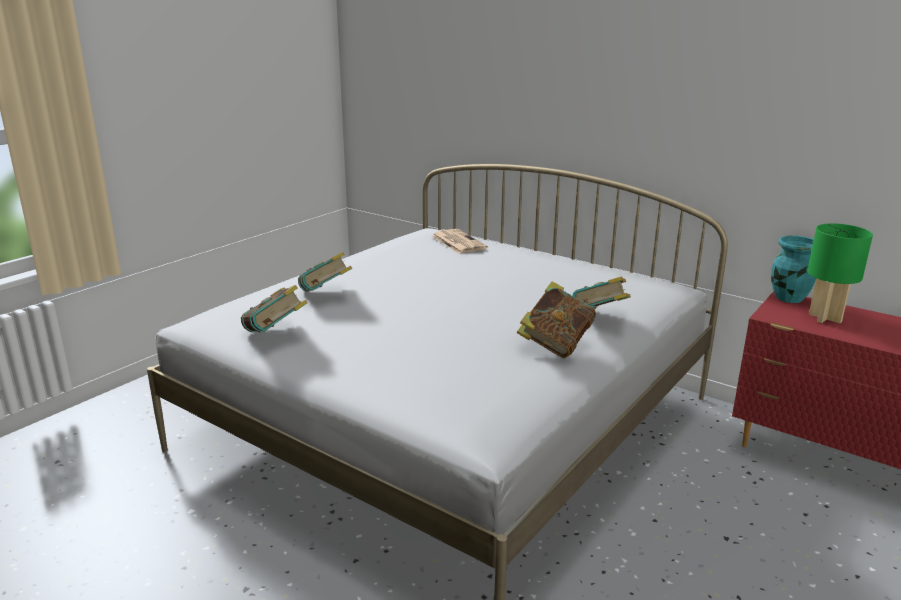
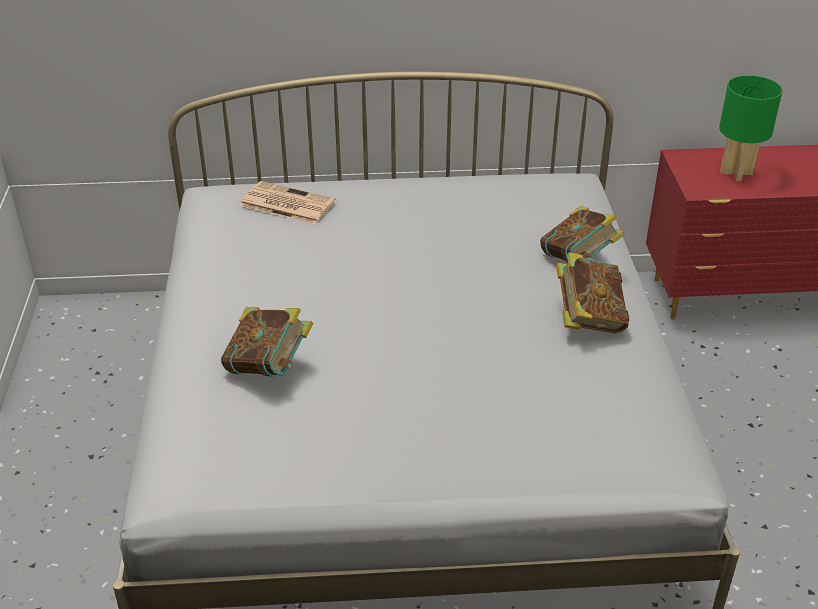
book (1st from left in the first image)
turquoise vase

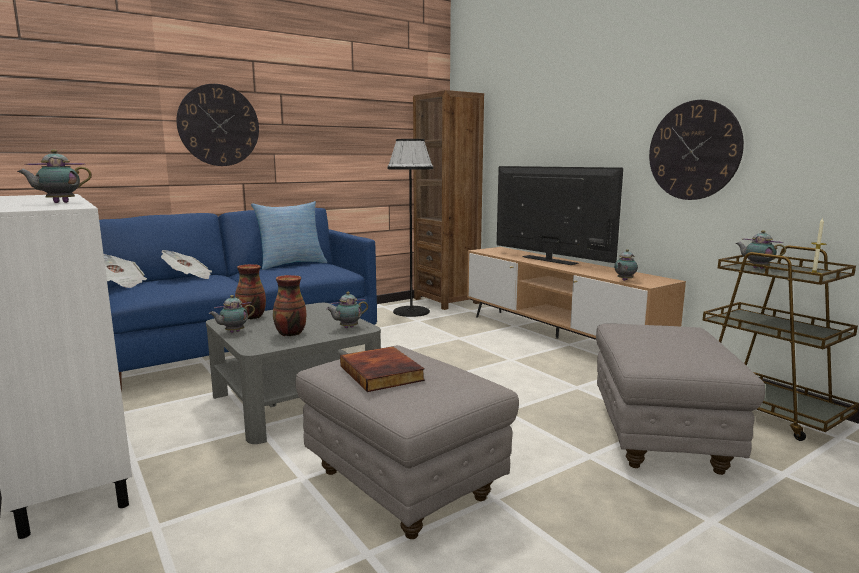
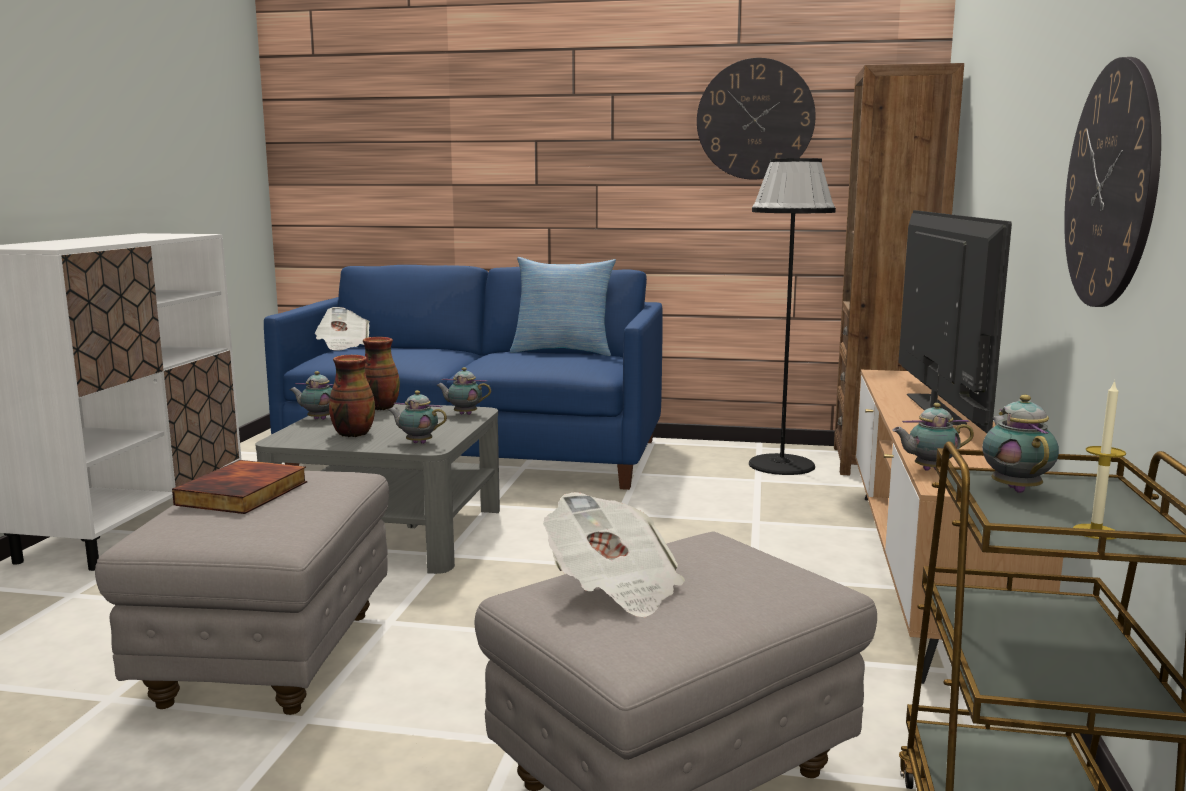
teapot (3rd from left)
newspaper (2nd from left)
wall clock (1st from left)

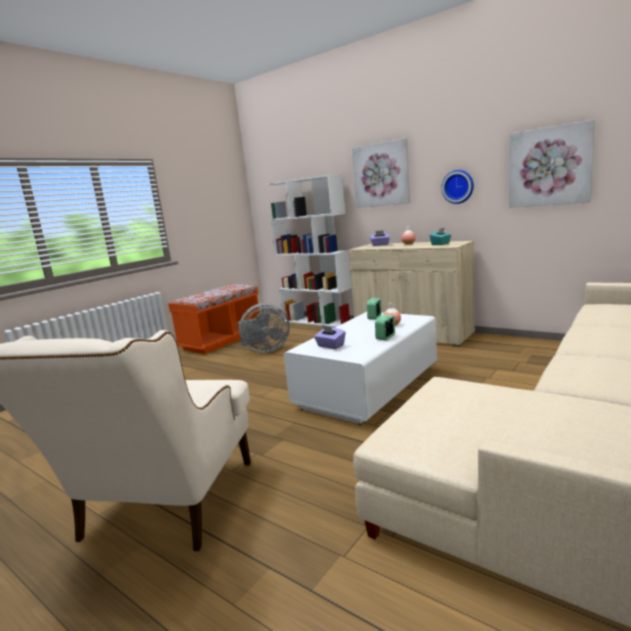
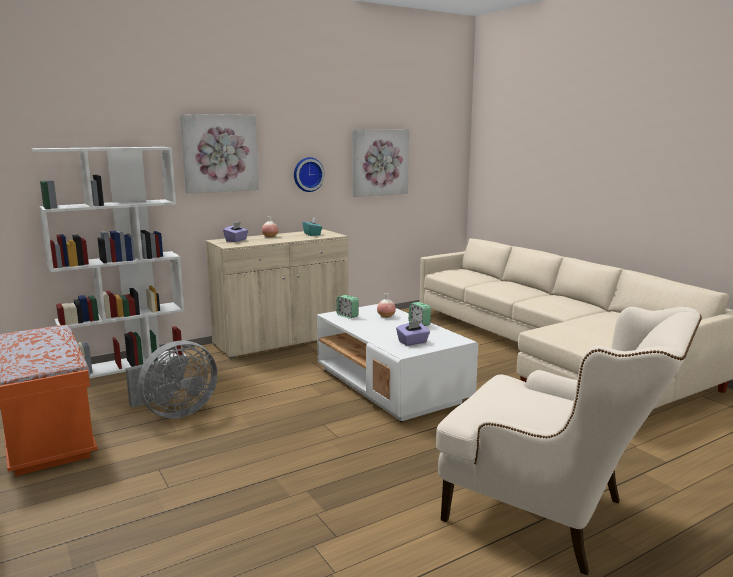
grey fan

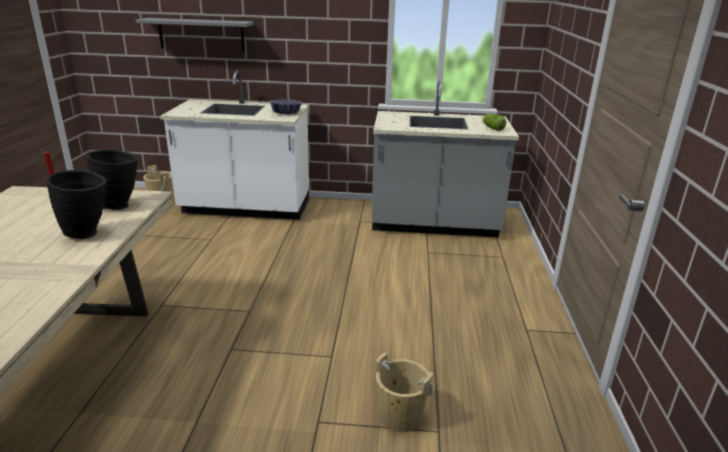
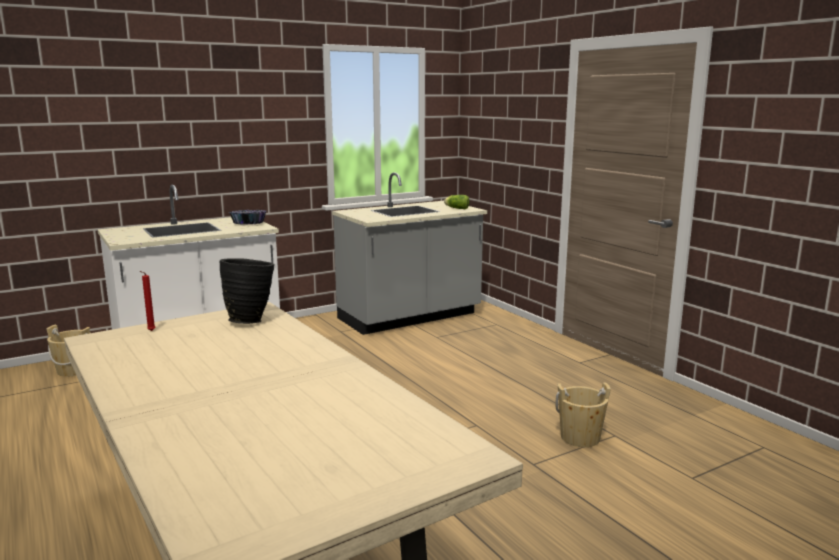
black vase (1st from left in the first image)
grey shelf

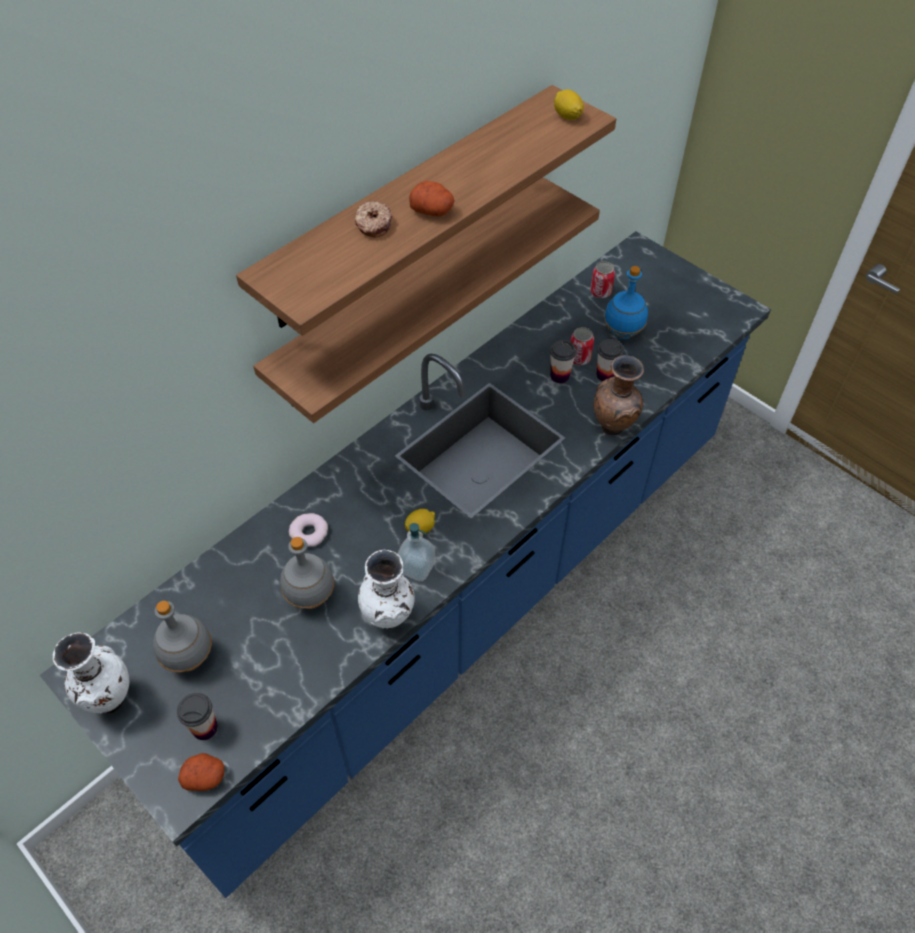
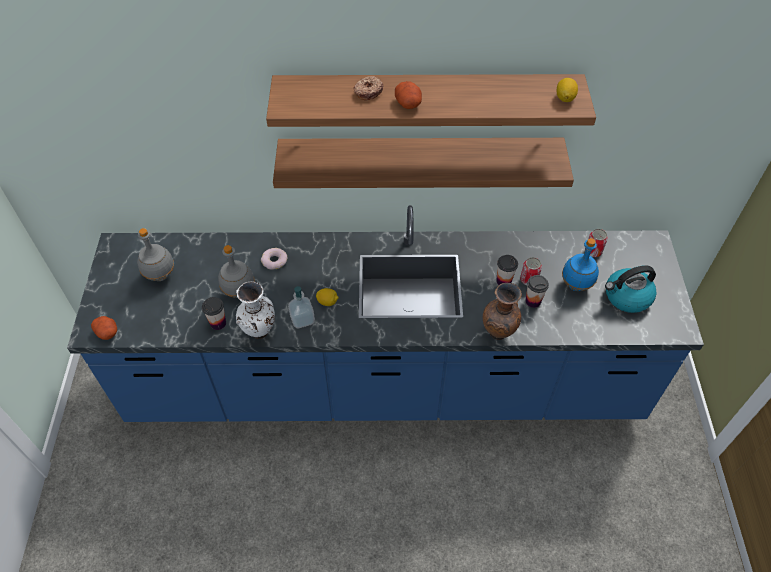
white vase (1st from left in the first image)
cup (1st from left)
kettle

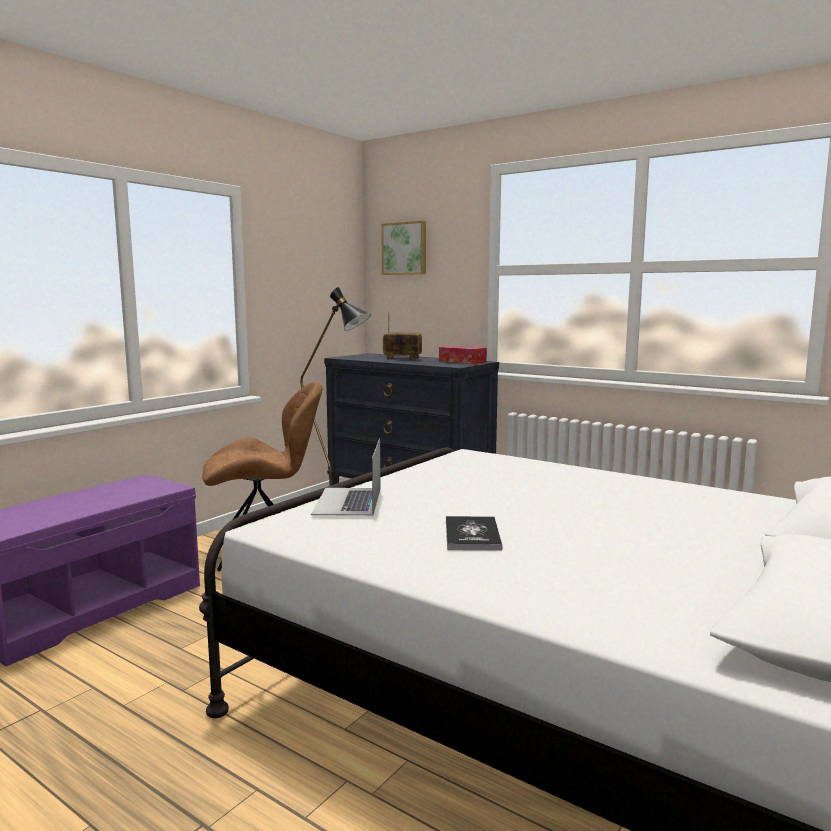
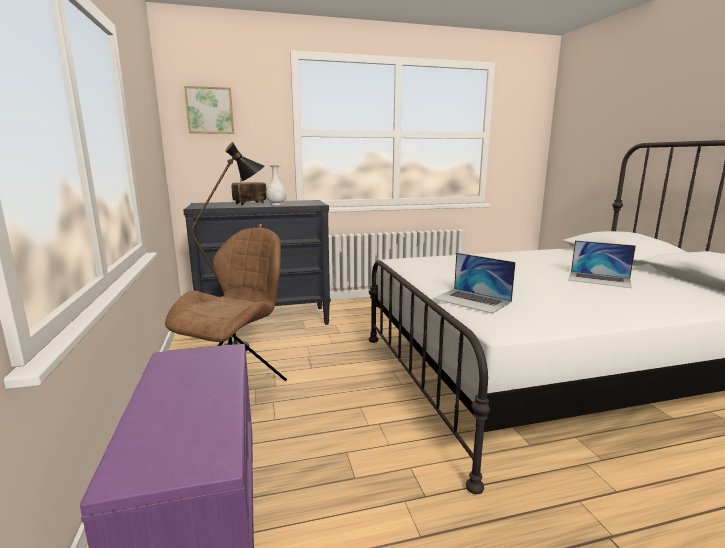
tissue box
book
white vase
laptop (2nd from left)

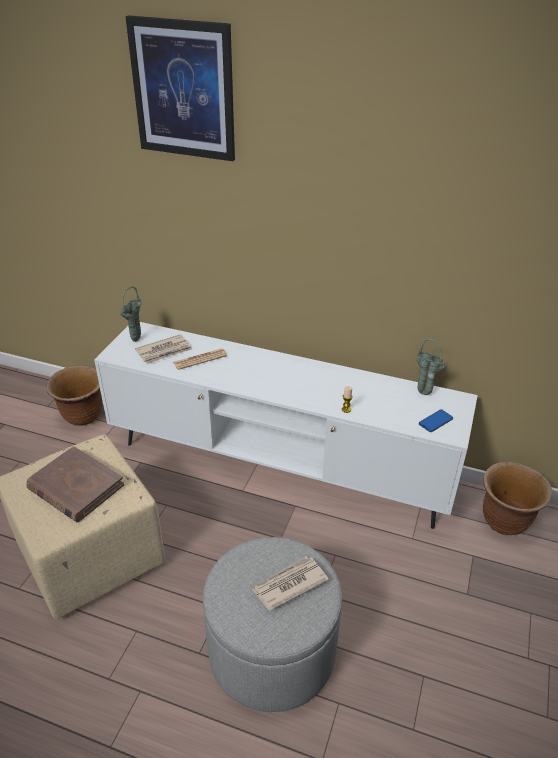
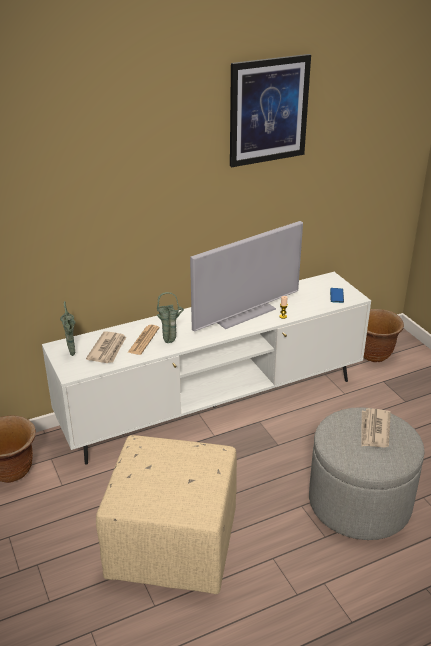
brown book
picture
green vase (2nd from left)
television

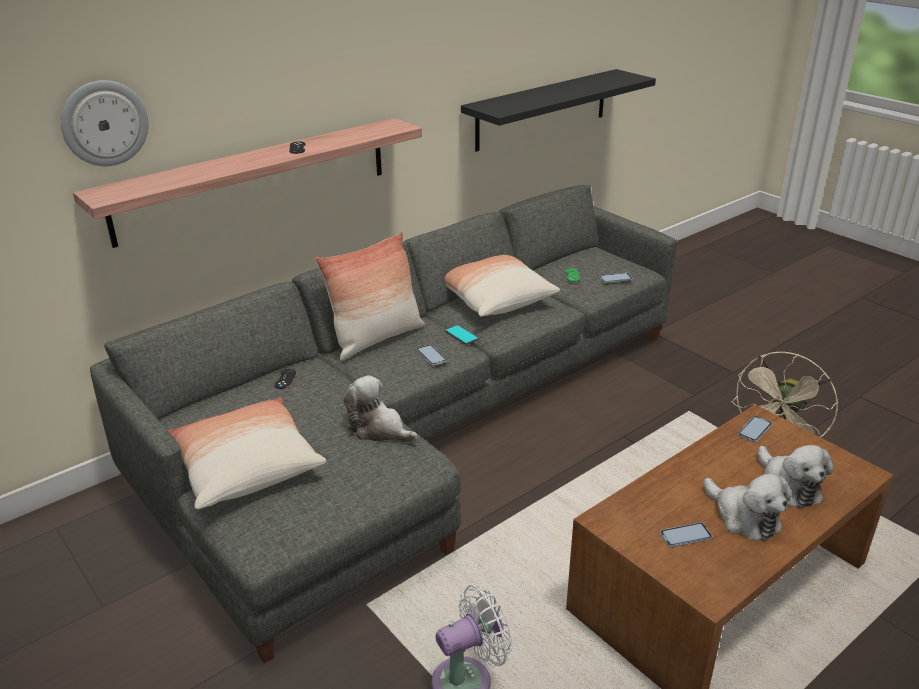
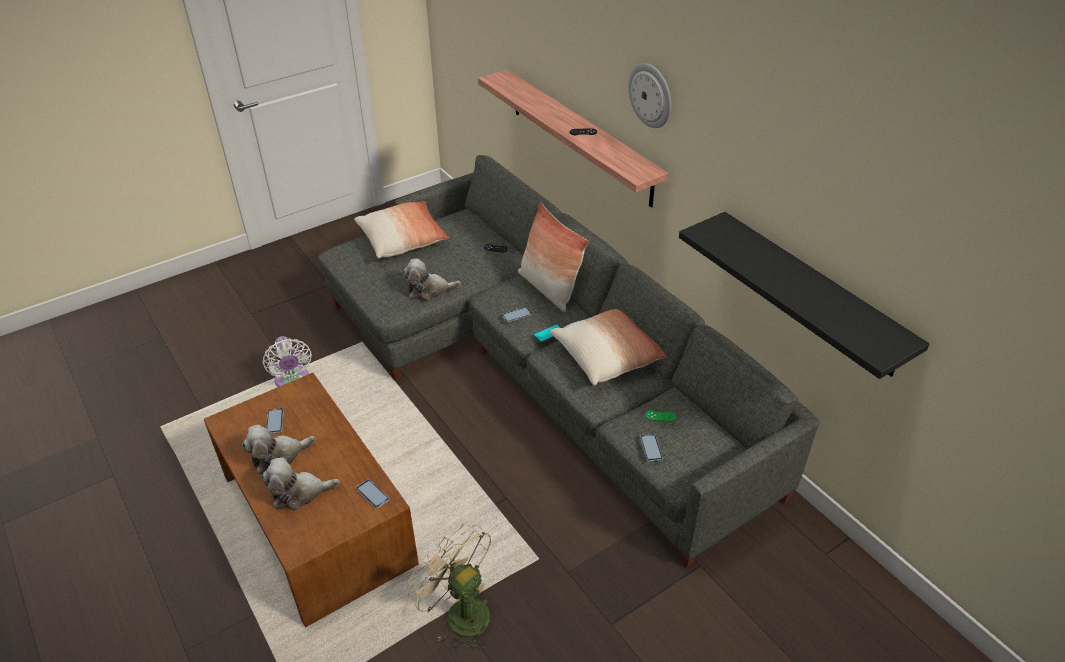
wall clock
plush toy (3rd from left)

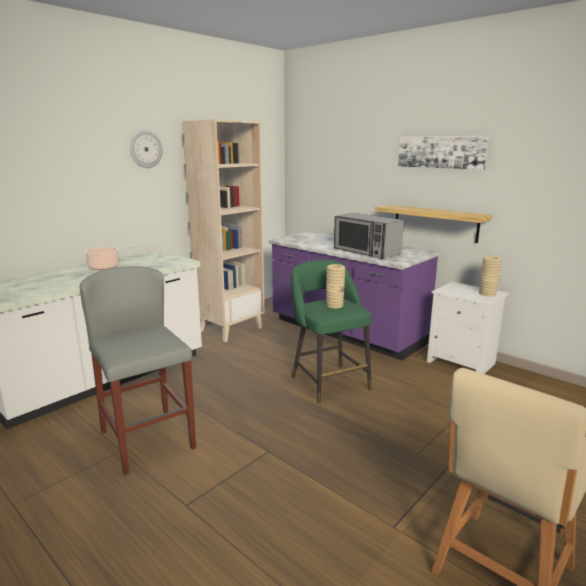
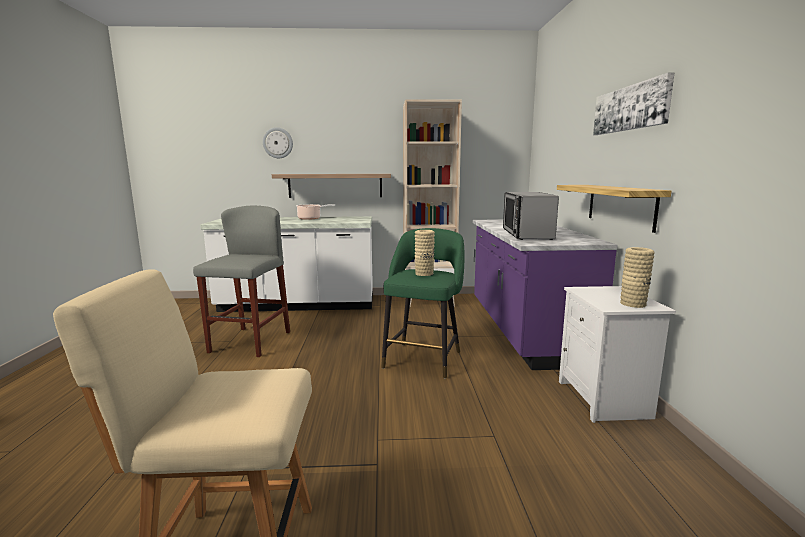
wall clock
shelf (1st from left)

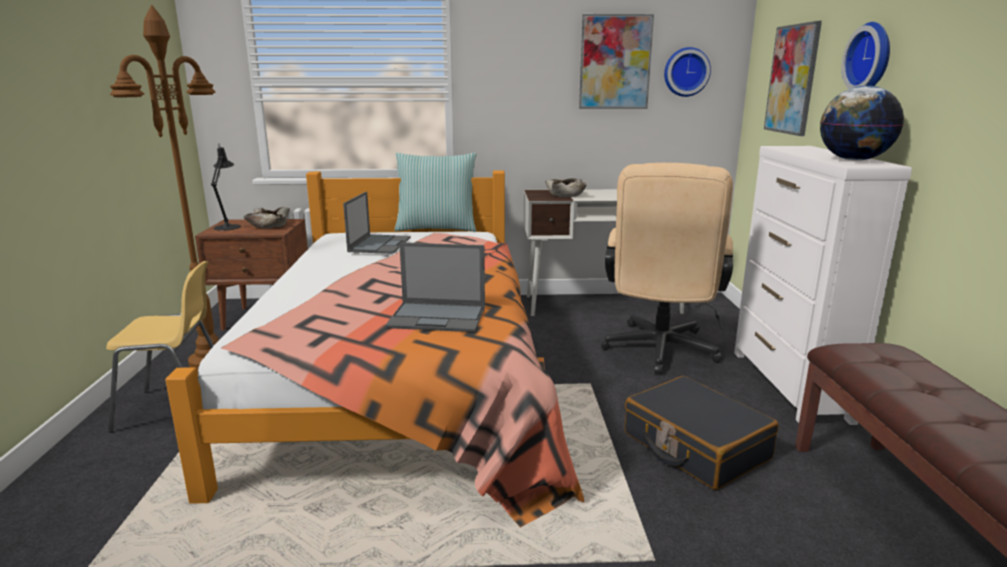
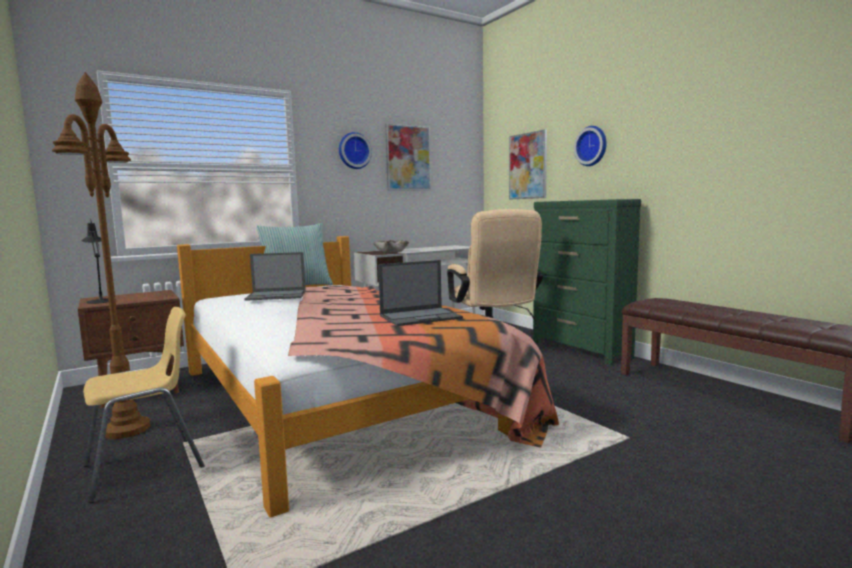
beige bowl (1st from left in the first image)
laptop (1st from left)
black suitcase
wall clock (1st from left)
green dresser
globe

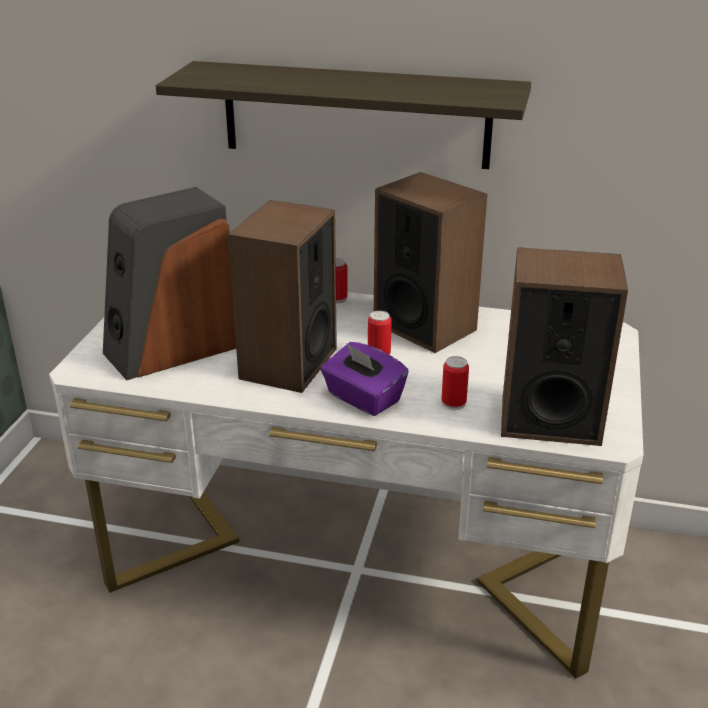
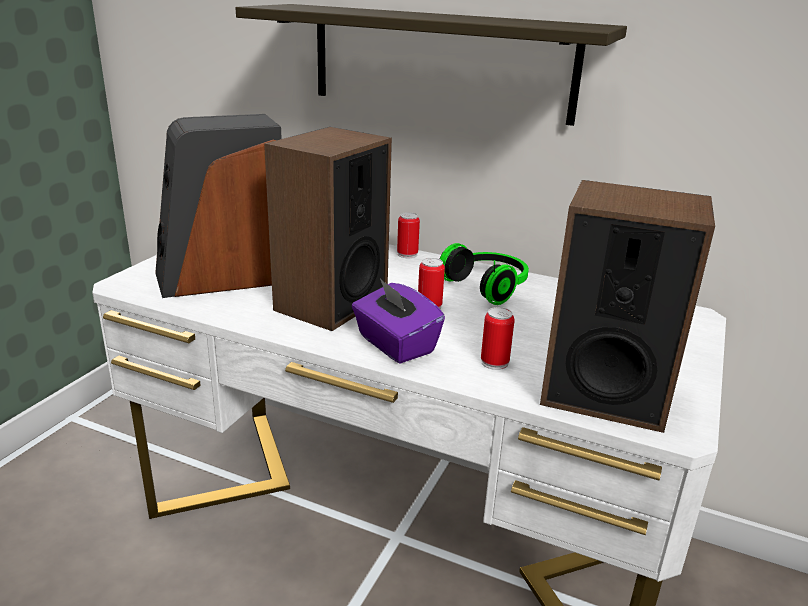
headphones

